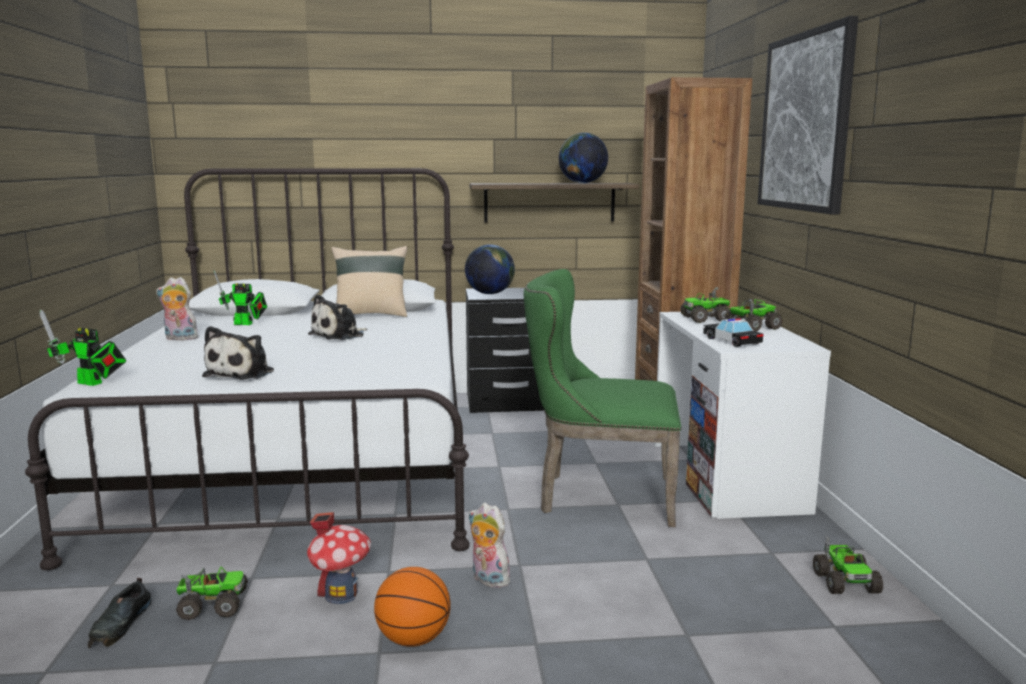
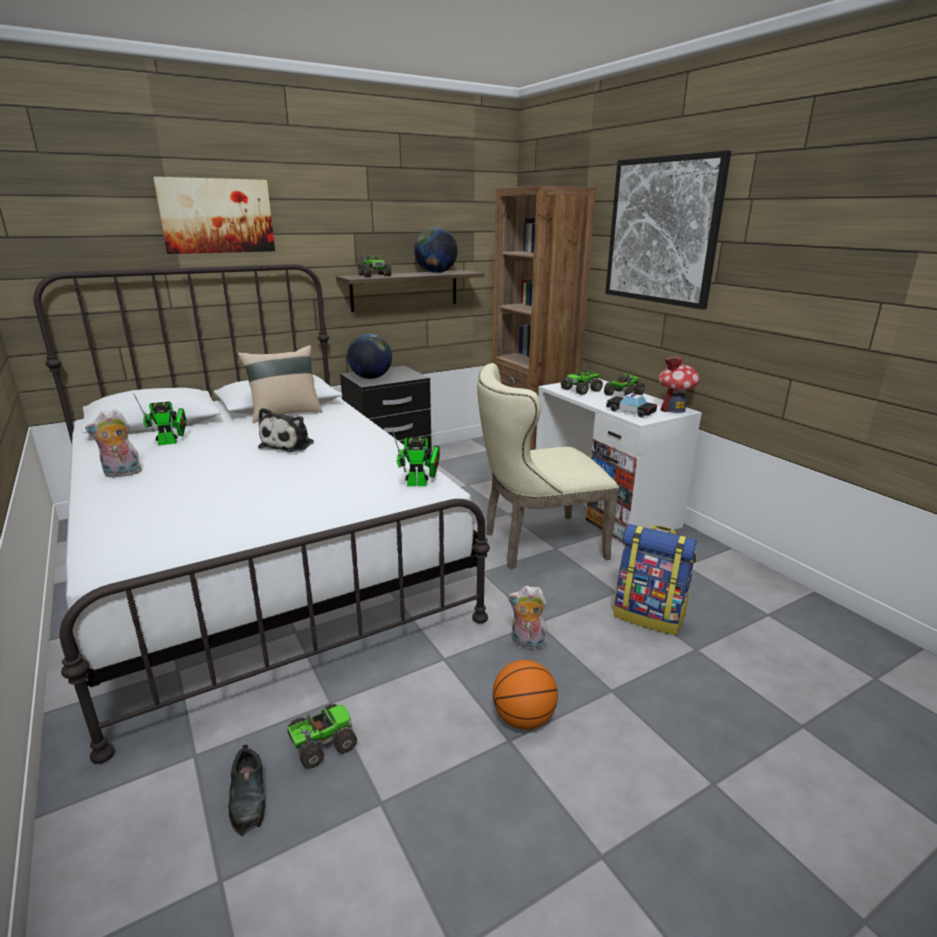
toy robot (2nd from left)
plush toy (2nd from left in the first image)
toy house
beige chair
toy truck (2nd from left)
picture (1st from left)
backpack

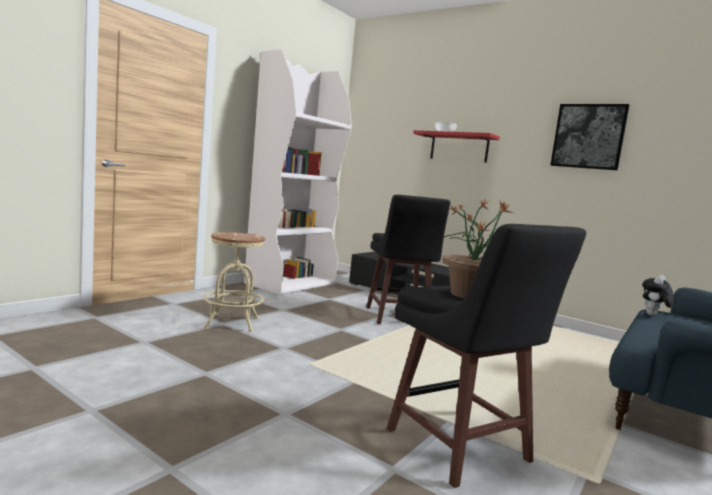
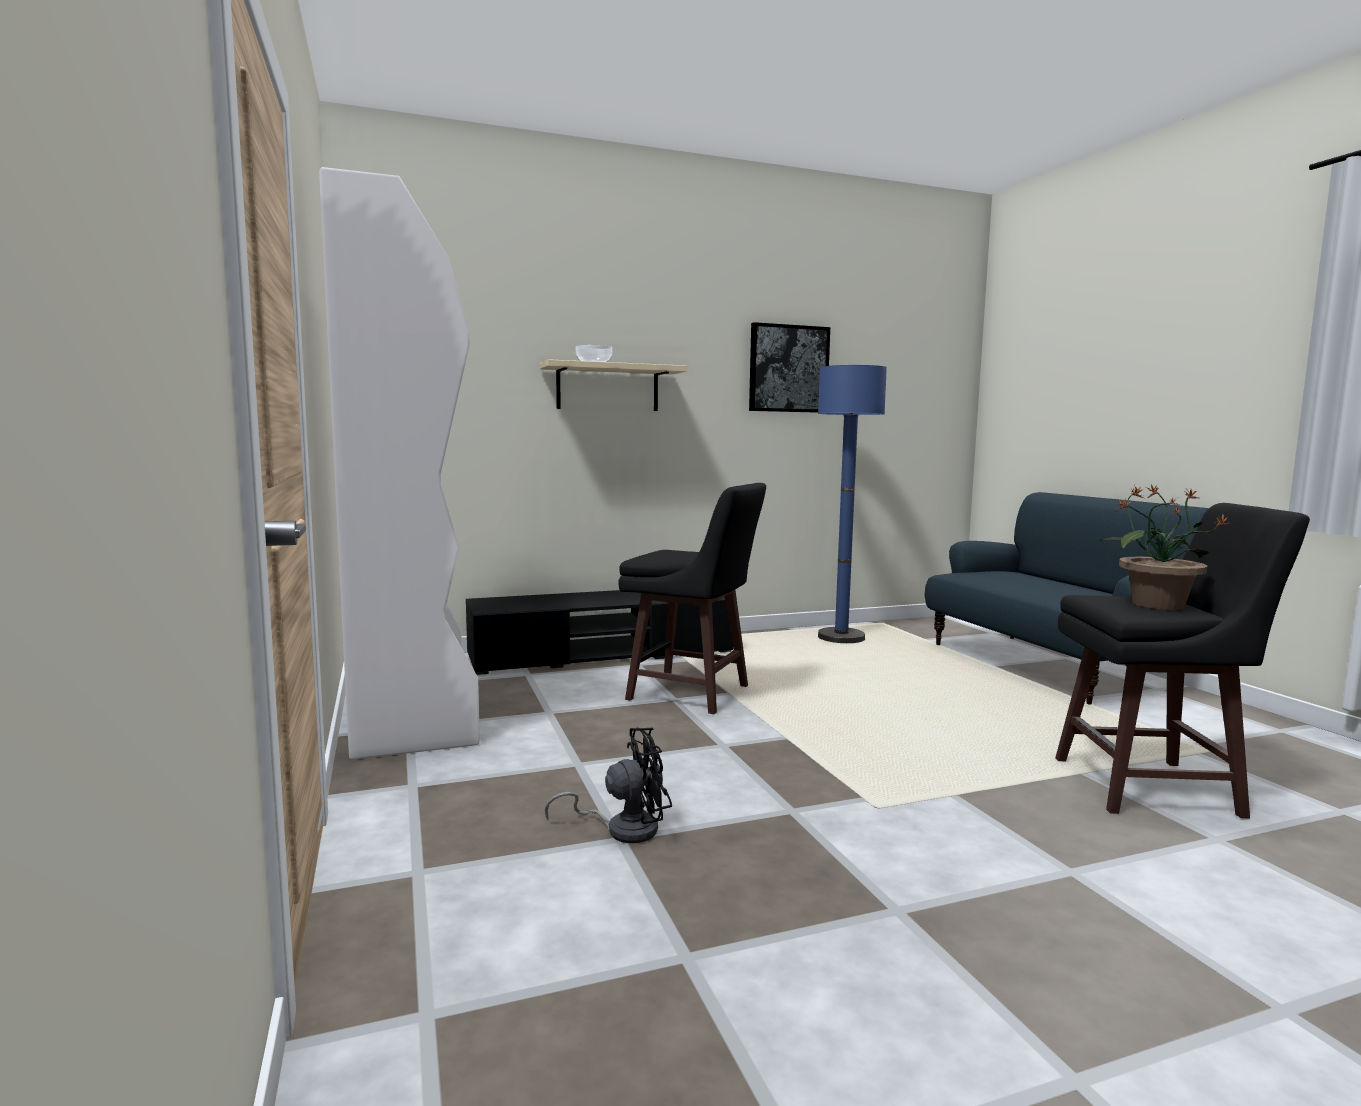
black fan
beige shelf
plush toy
blue floor lamp

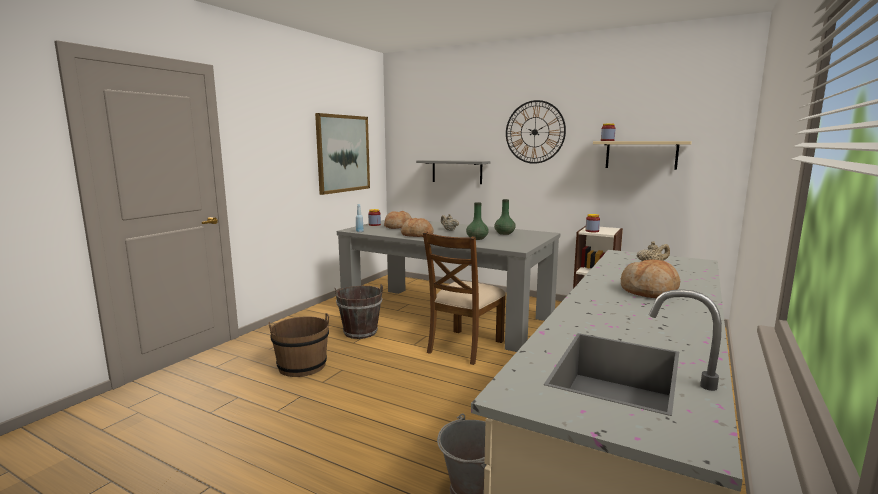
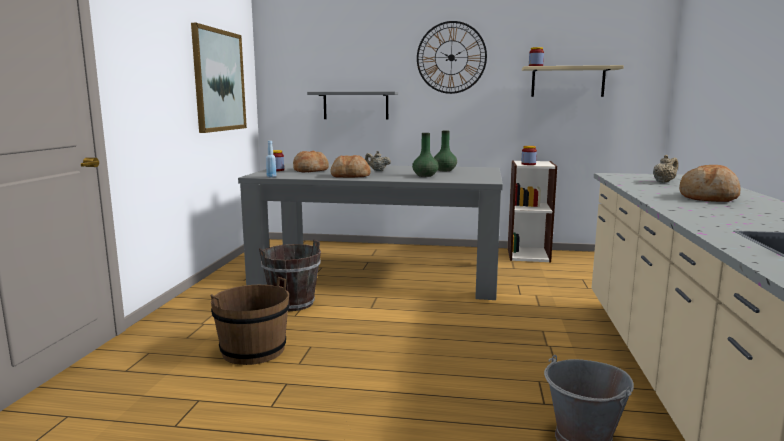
brown chair

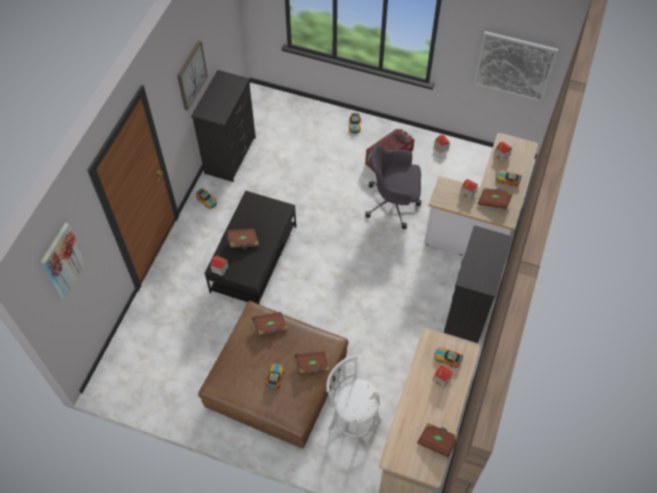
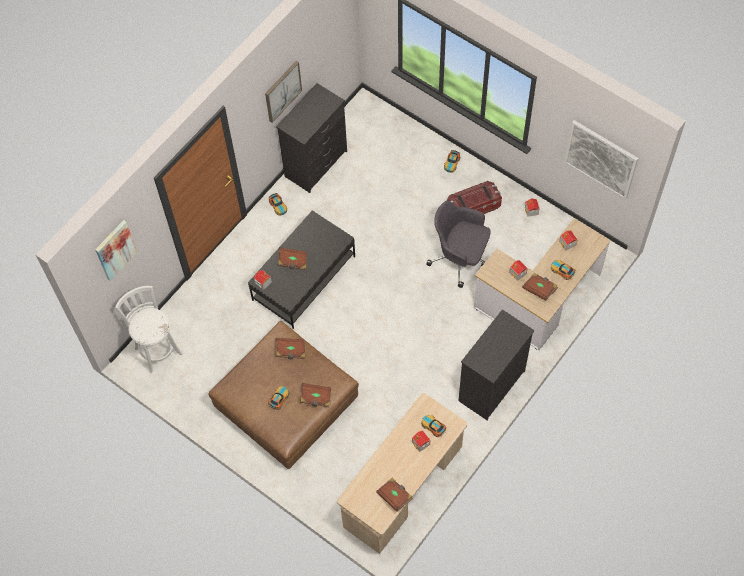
white stool

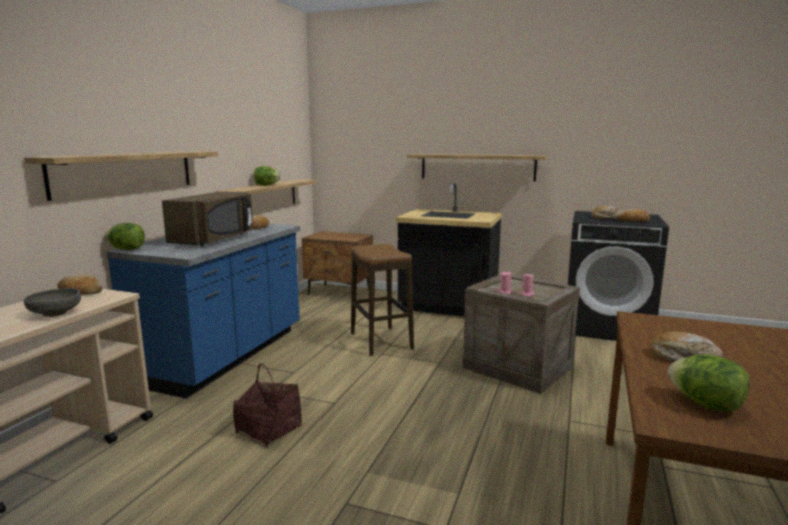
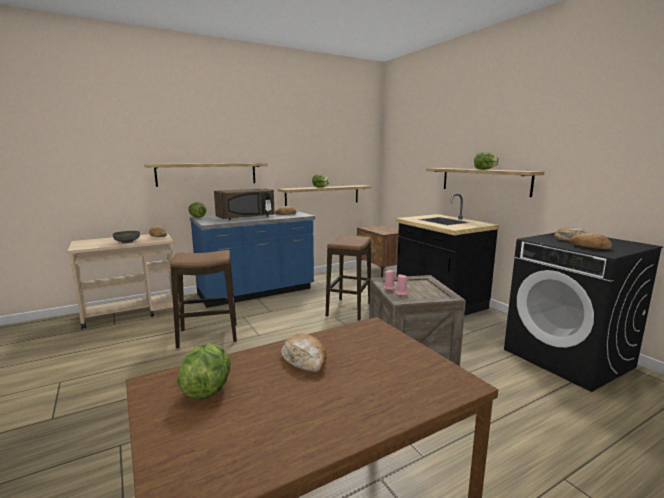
stool (1st from left)
lettuce (4th from left)

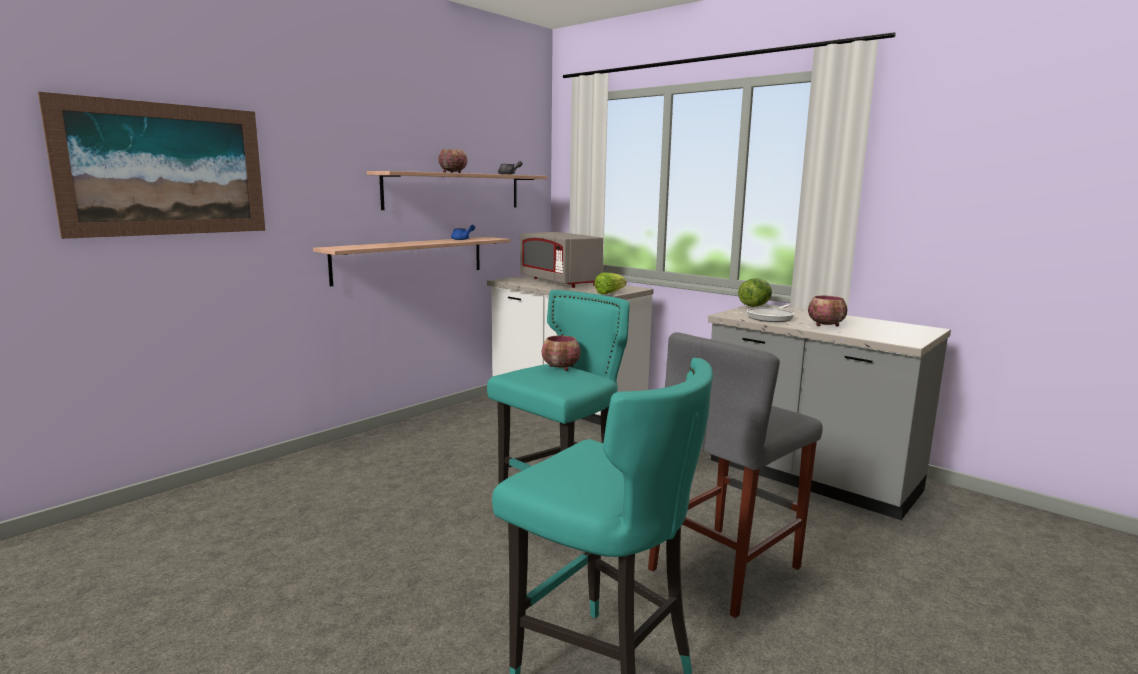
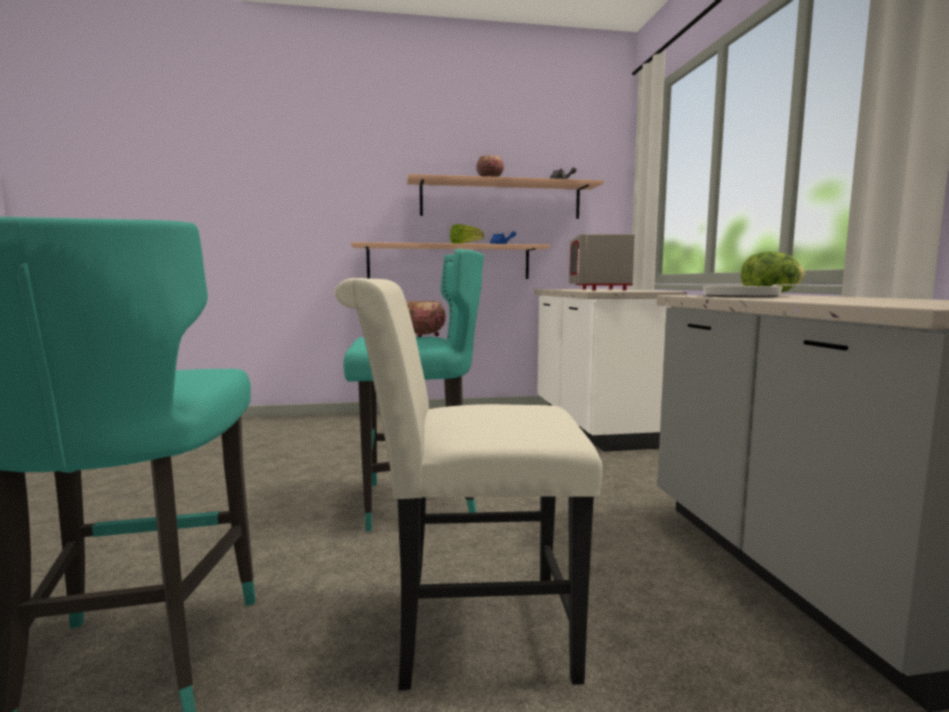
picture
lettuce (1st from left)
white chair
bowl (3rd from left in the first image)

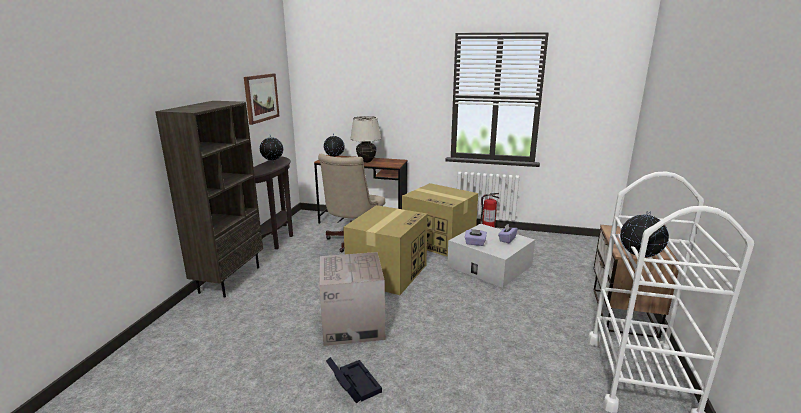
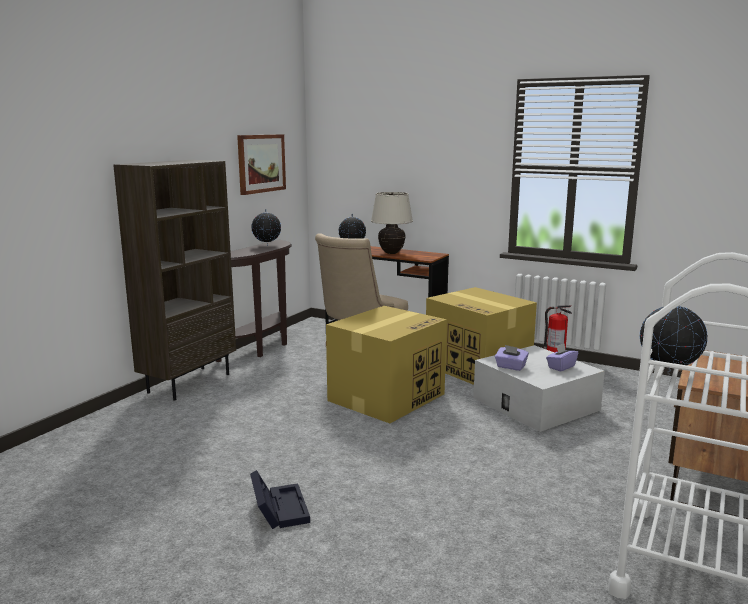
cardboard box (1st from left in the first image)

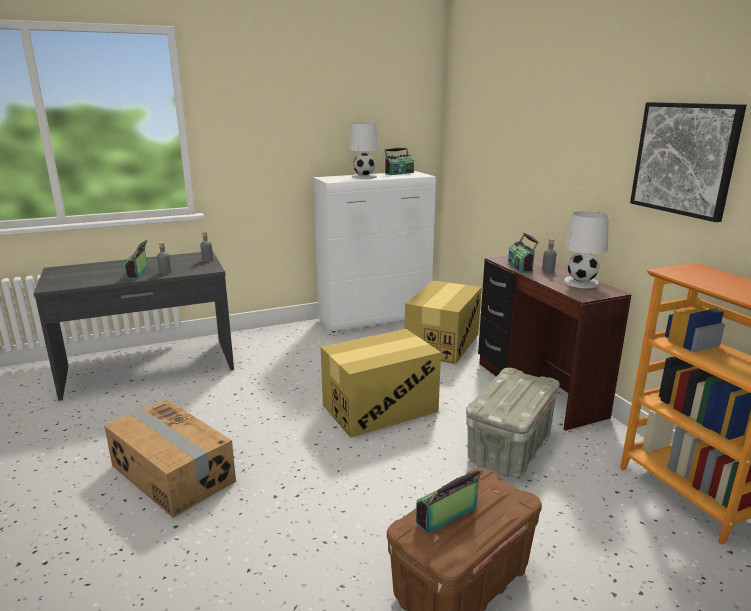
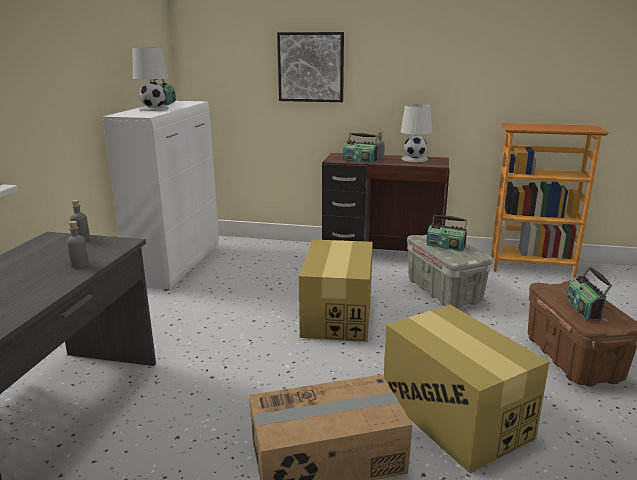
radio (3rd from left)
cardboard box (3rd from left)
picture

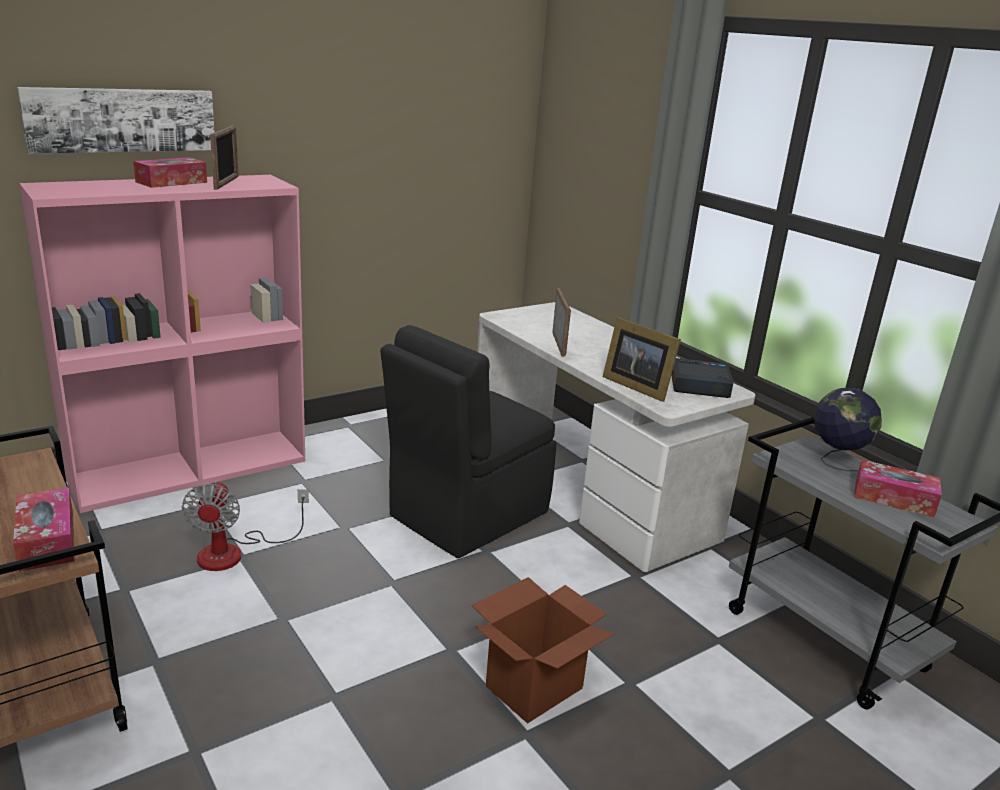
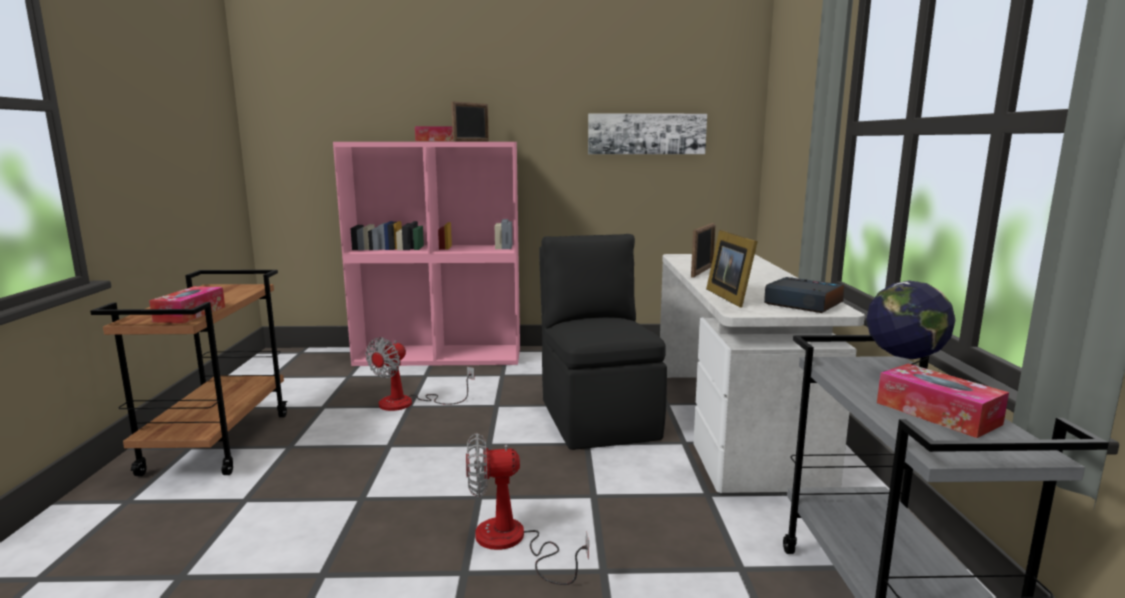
picture
black chair
fan (2nd from left)

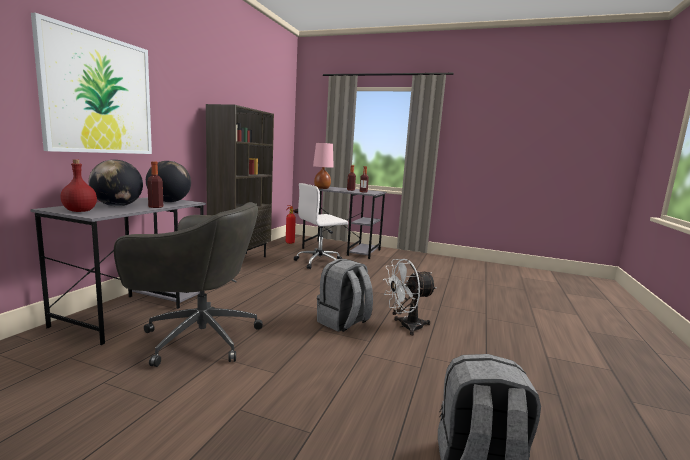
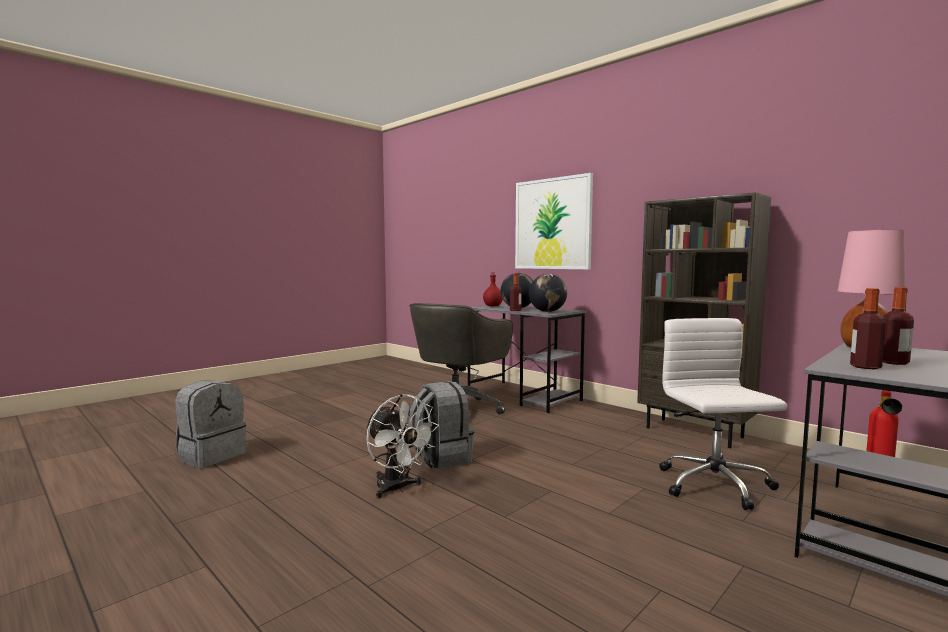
white fan

